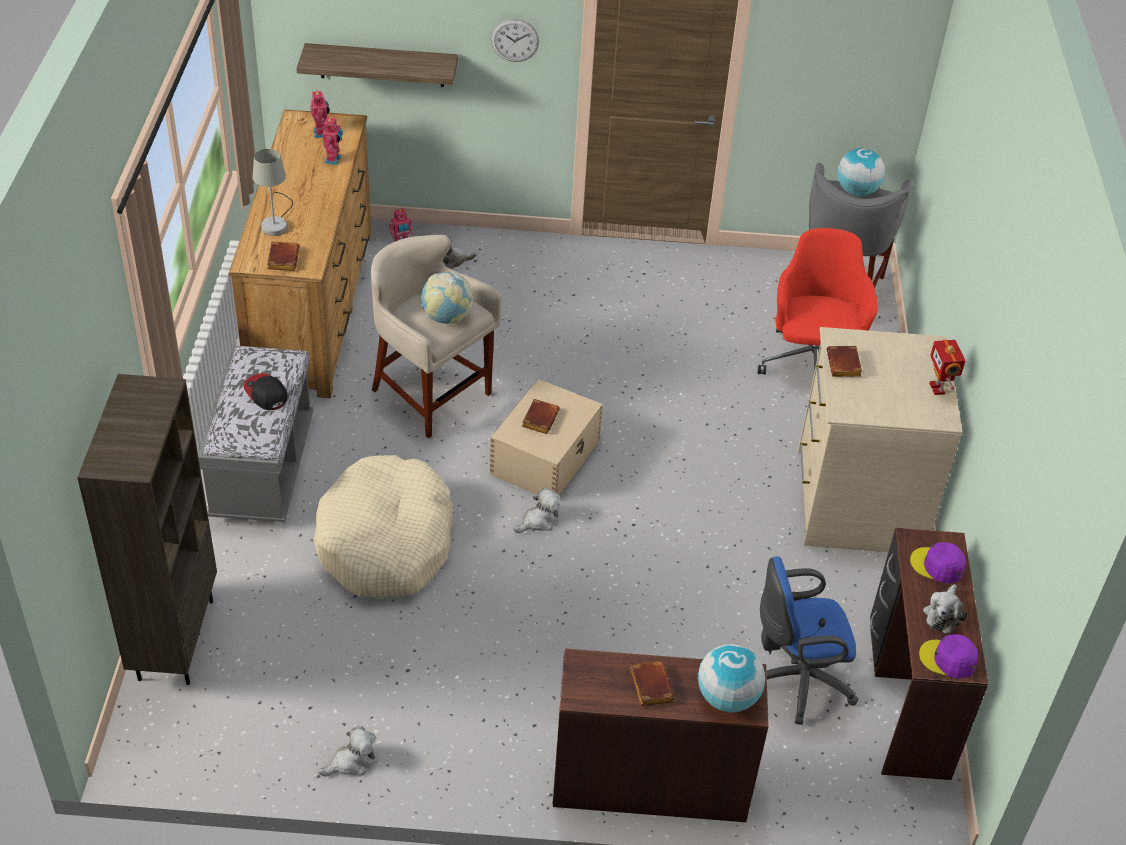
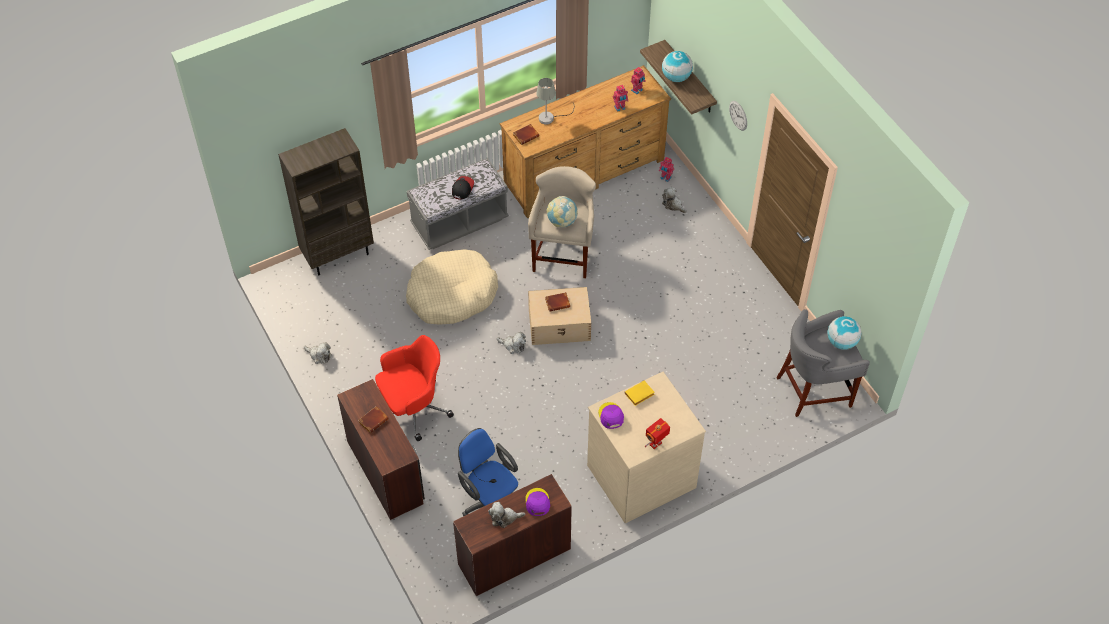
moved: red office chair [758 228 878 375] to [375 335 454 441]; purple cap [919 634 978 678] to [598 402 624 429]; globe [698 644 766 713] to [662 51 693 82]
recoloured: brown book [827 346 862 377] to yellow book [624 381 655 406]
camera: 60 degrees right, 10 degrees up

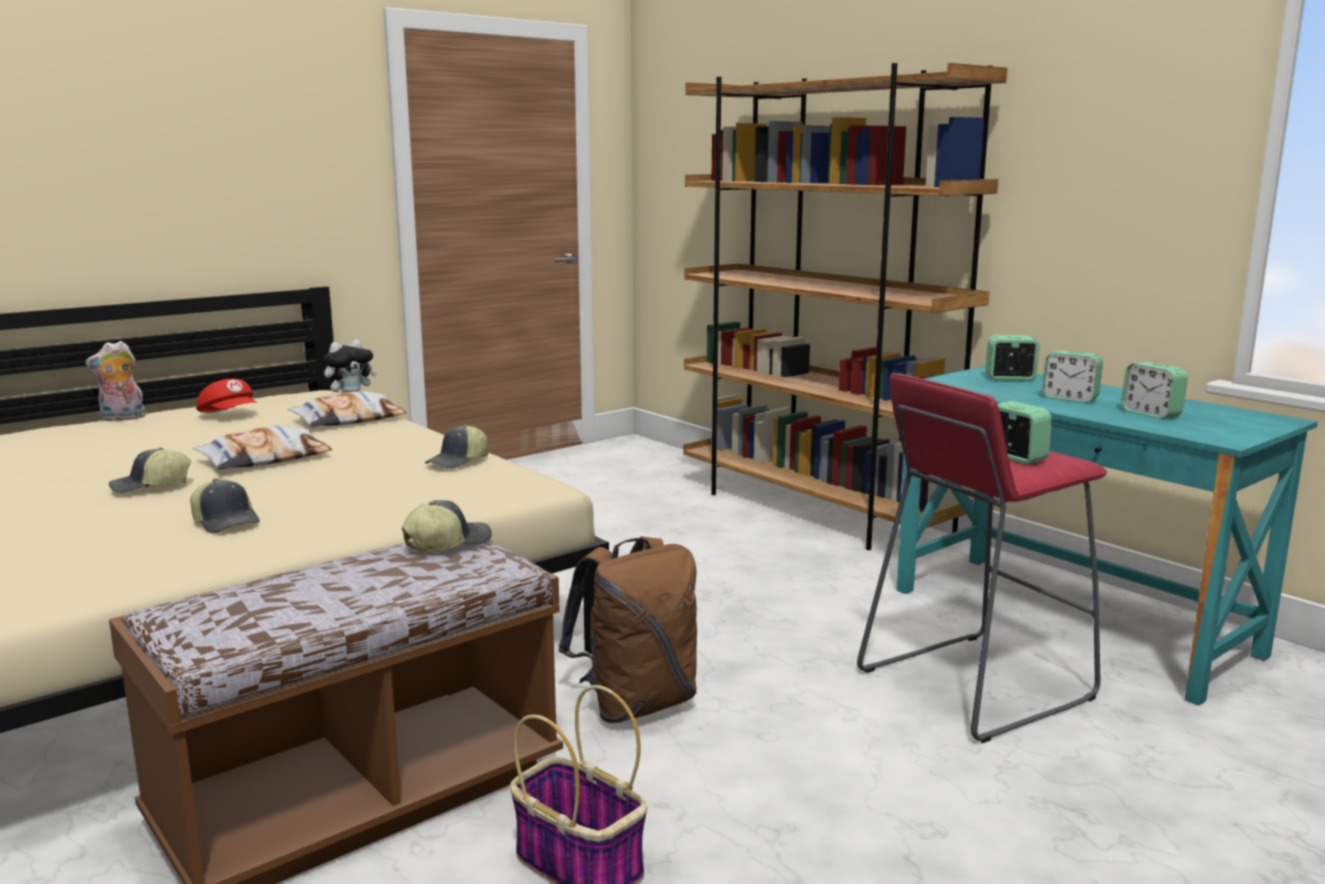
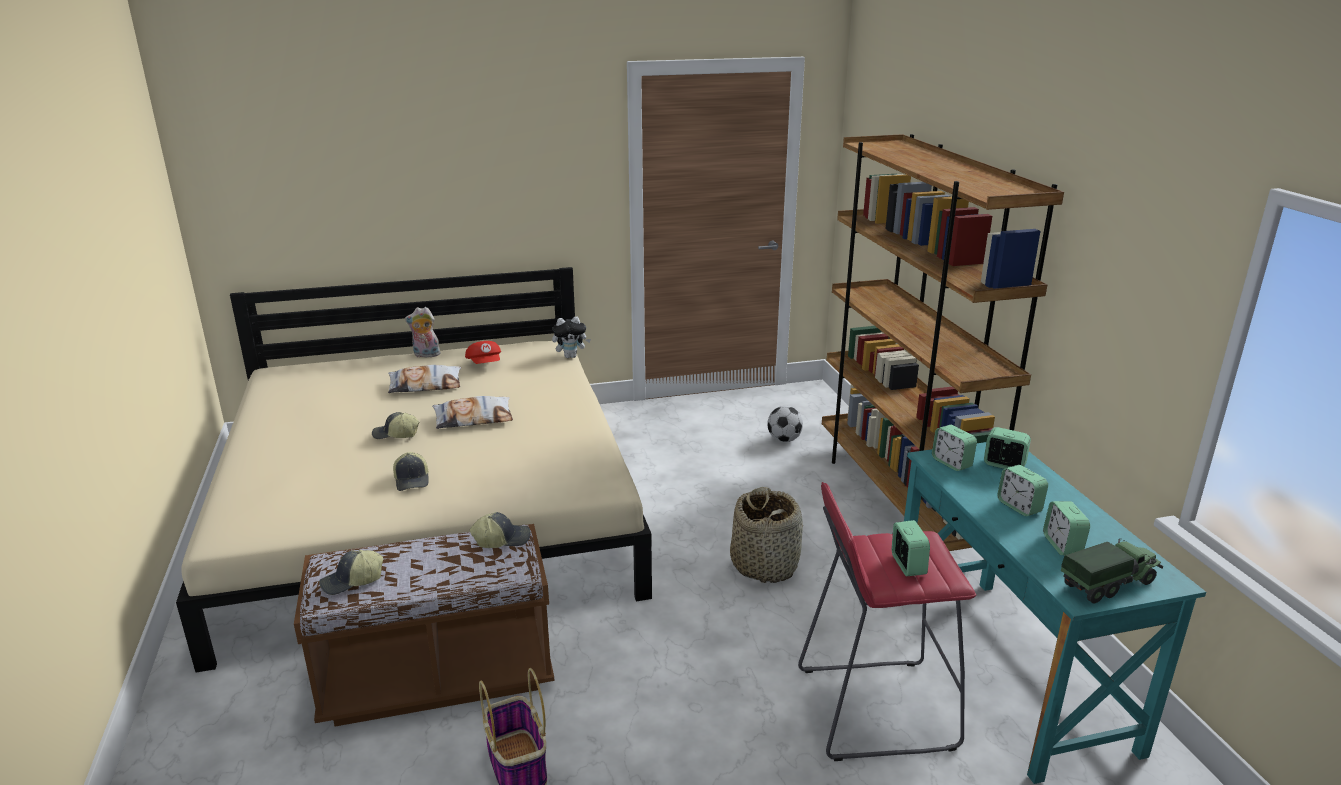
removed: brown backpack [558 536 697 723]
added: basket [730 487 803 583]; football [767 406 803 442]; alarm clock [932 425 977 471]; toy truck [1061 538 1163 603]
moved: cap [425 425 489 469] to [319 550 383 595]; pillow [288 391 407 427] to [388 365 461 393]
camera: 25 degrees right, 10 degrees up

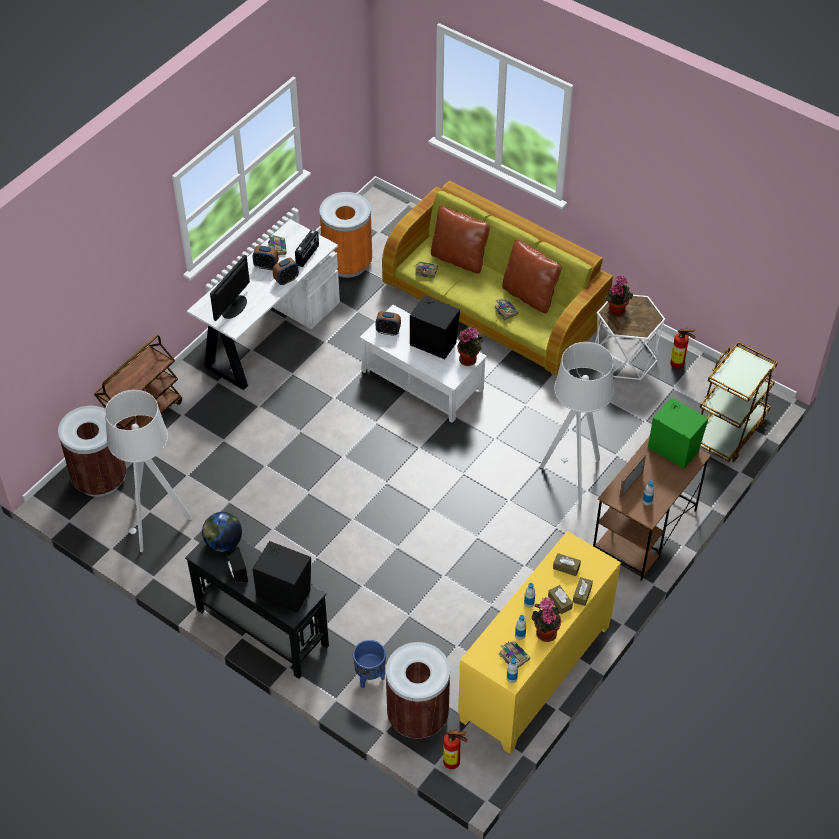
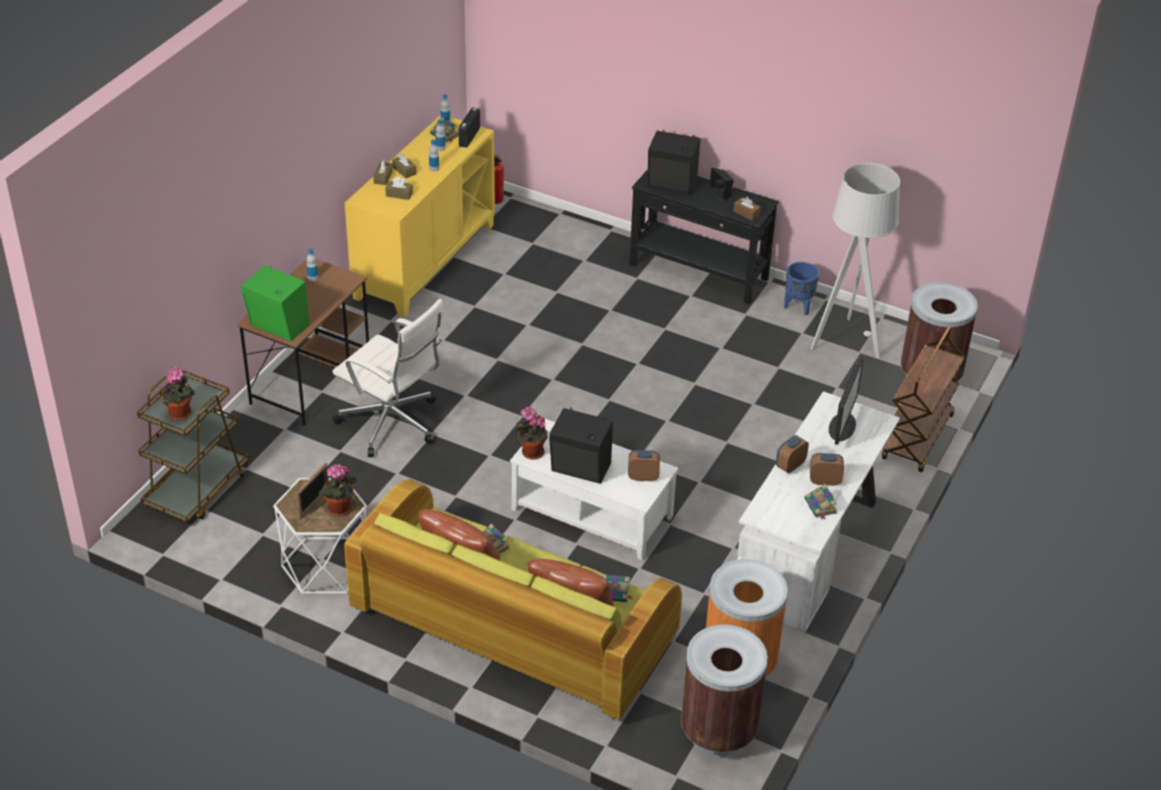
removed: fire extinguisher [670 327 695 369]
moved: potted plant [532 597 561 642] to [162 367 195 420]; picture frame [619 454 646 498] to [296 463 329 519]; radio [295 229 319 267] to [459 107 480 148]; brown trash can [386 642 450 739] to [681 625 768 756]; blue planter [353 640 386 688] to [784 262 819 315]
replaced: grey floor lamp [540 342 614 505] to white office chair [332 299 444 457]; globe [202 512 242 552] to brown tissue box [733 197 761 221]
camera: 170 degrees right, 10 degrees down

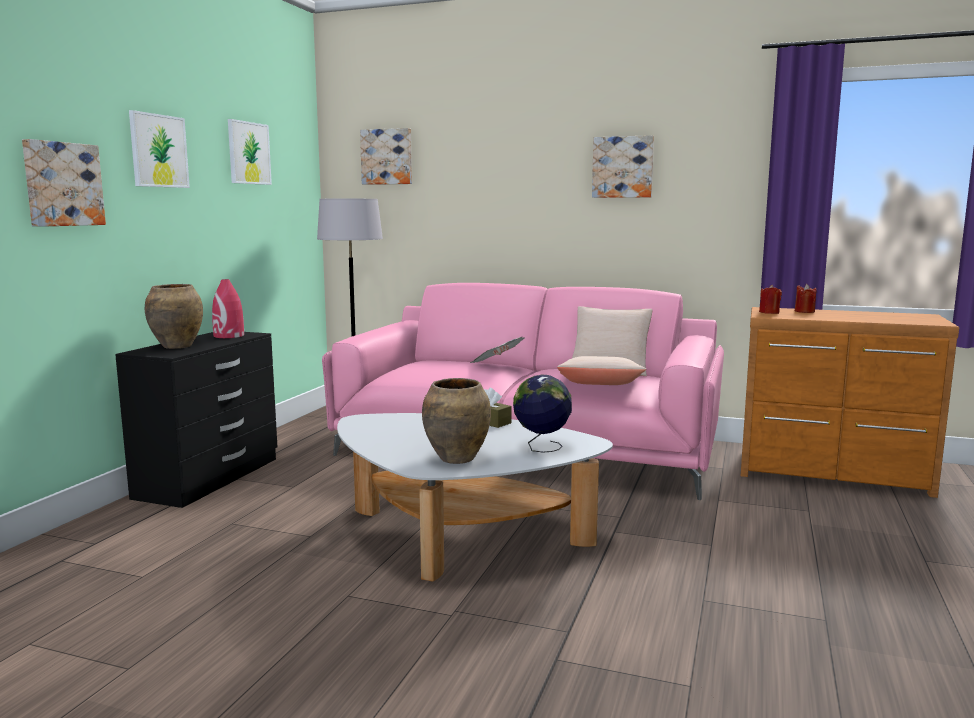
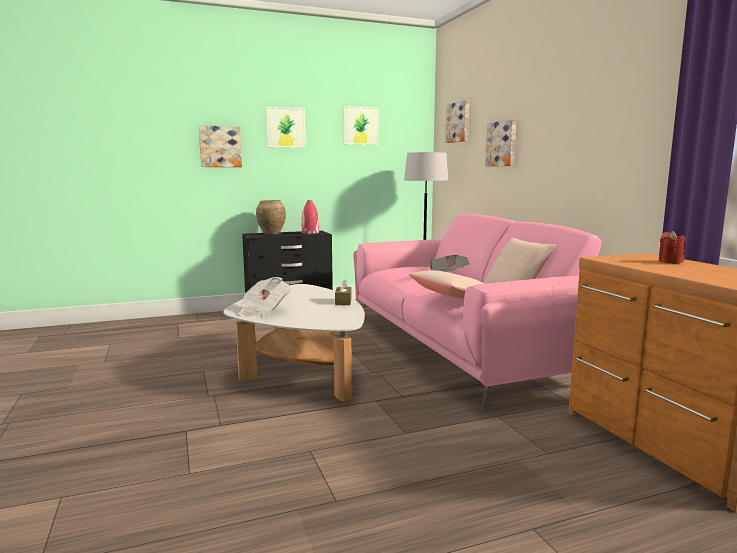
removed: globe [513 375 572 453]; red candle [759 285 782 314]
moved: picture [592 135 654 198] to [485 120 516 166]
replaced: brown vase [422 378 491 464] to newspaper [239 277 290 317]
camera: 50 degrees right, 0 degrees up

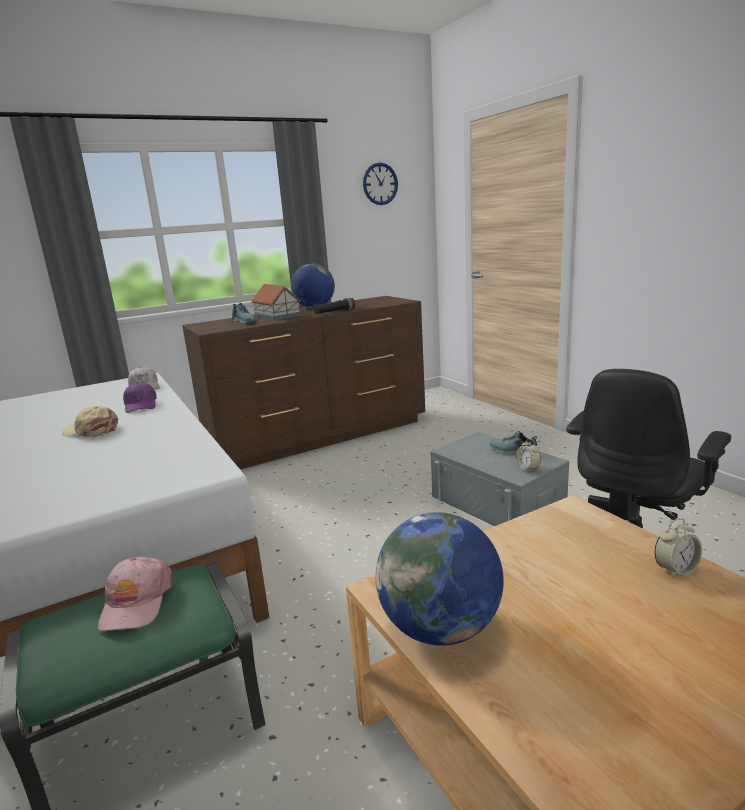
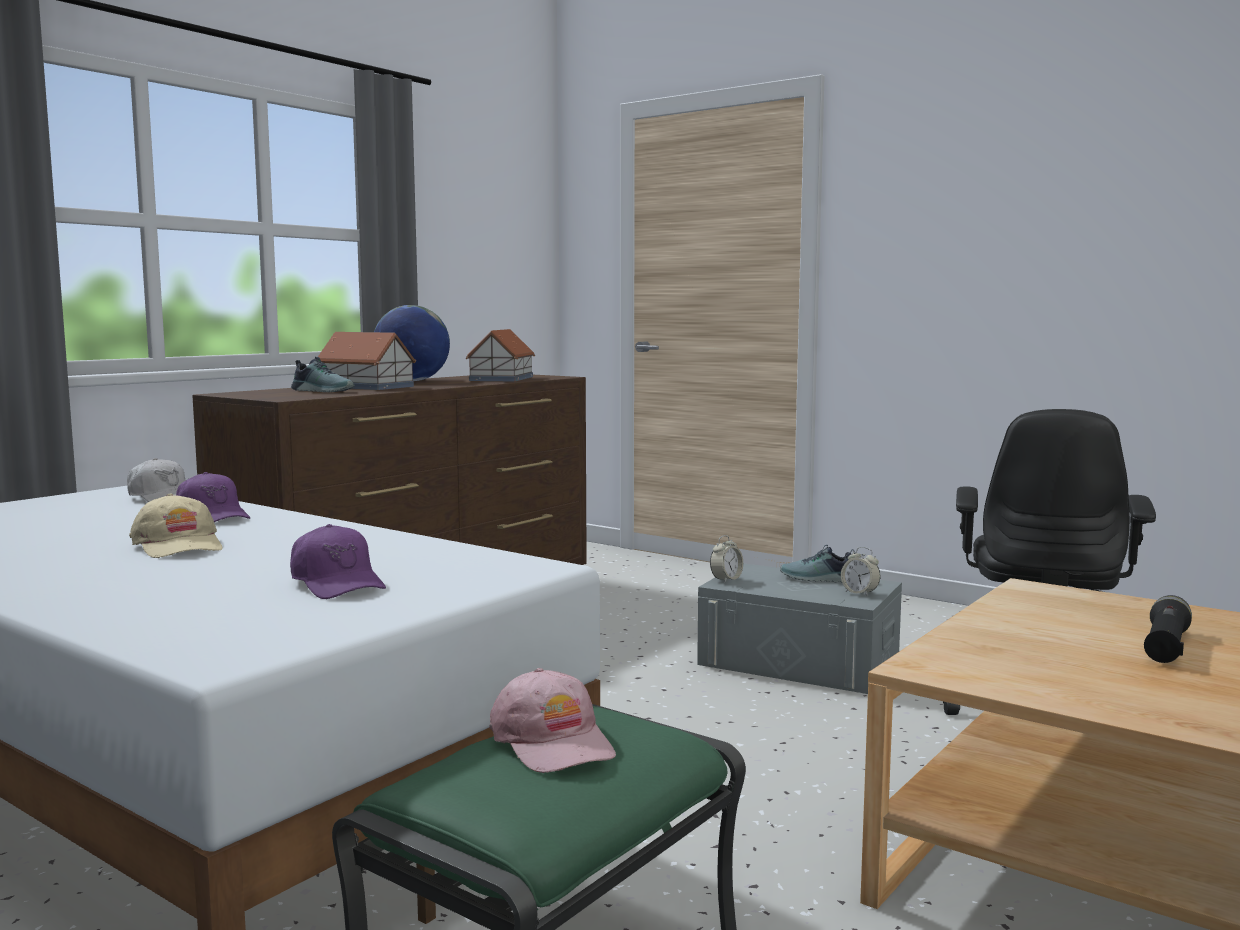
removed: wall clock [363 162 398 205]; globe [375 512 504 646]
added: purple cap [290 524 386 599]; toy house [466 329 535 382]
moved: alarm clock [654 518 702 579] to [710 535 743 583]; black flashlight [313 298 355 315] to [1144 595 1192 663]
turned: beige cap [62 406 118 437] = [129 493 223 558] 120 degrees counterclockwise
camera: 25 degrees left, 10 degrees down

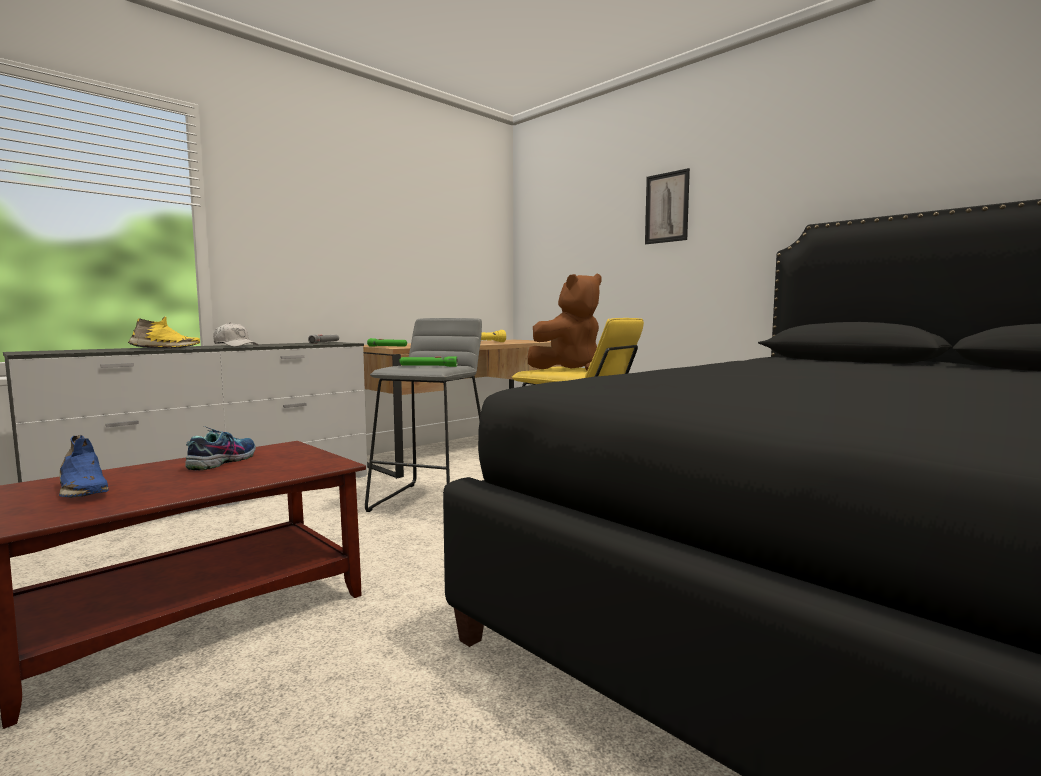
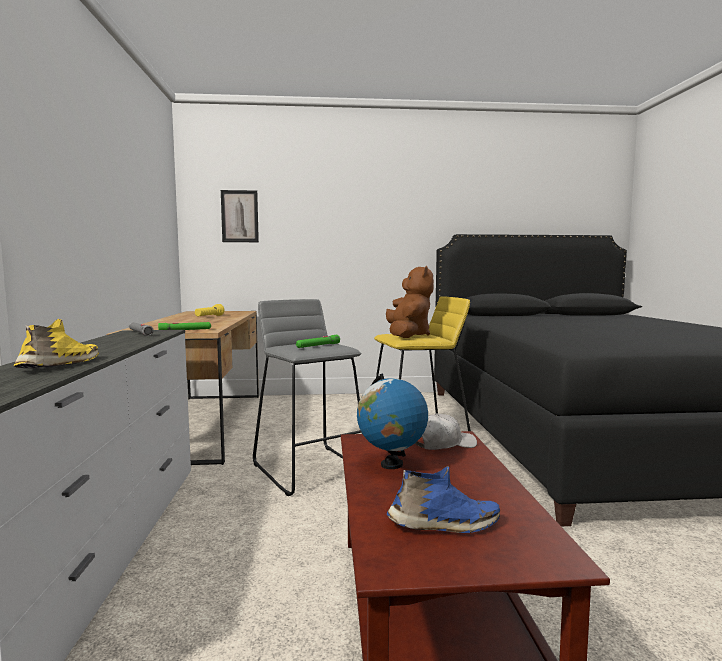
moved: picture [645 168 690 244] to [221 190 259 242]; white cap [213 323 259 347] to [415 413 477 450]
replaced: shoe [185 426 256 470] to globe [357 373 428 469]
camera: 50 degrees left, 0 degrees up

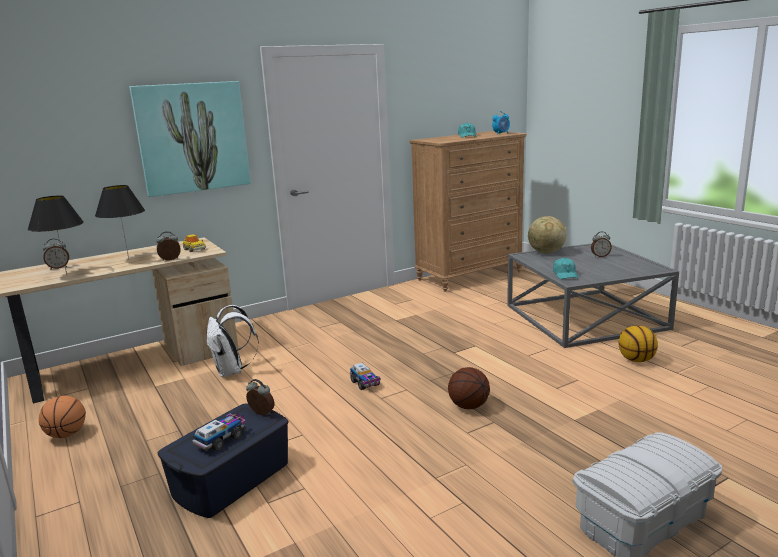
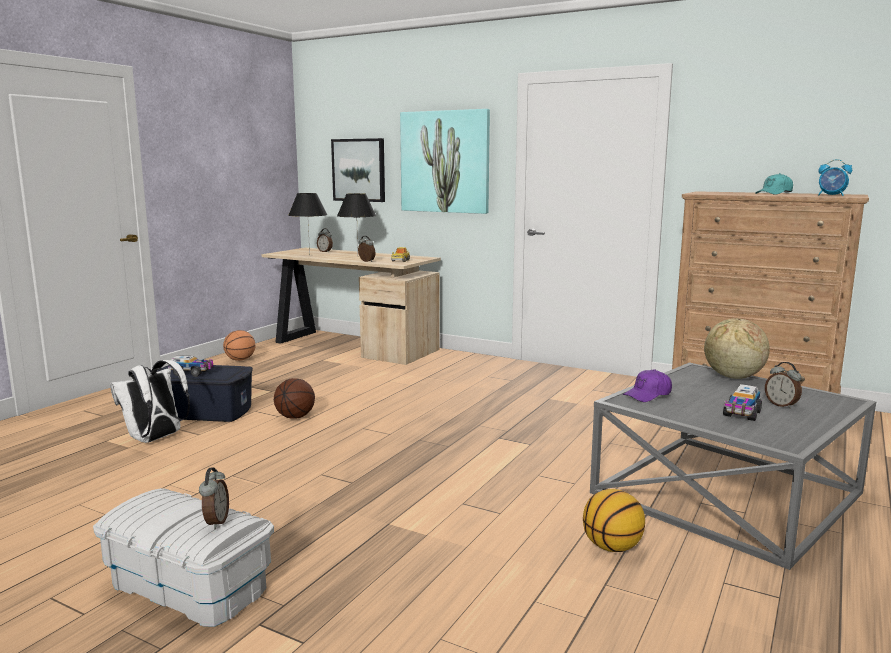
added: picture [331 138 385 202]
moved: white backpack [207 305 259 377] to [110 360 190 443]; alarm clock [246 379 275 415] to [199 467 229 529]; basketball [448 367 490 409] to [274 378 315 419]; toy truck [350 363 381 390] to [723 384 762 421]
recoloured: turquoise cap [553 258 578 279] to purple cap [623 369 672 402]
camera: 60 degrees right, 5 degrees down

